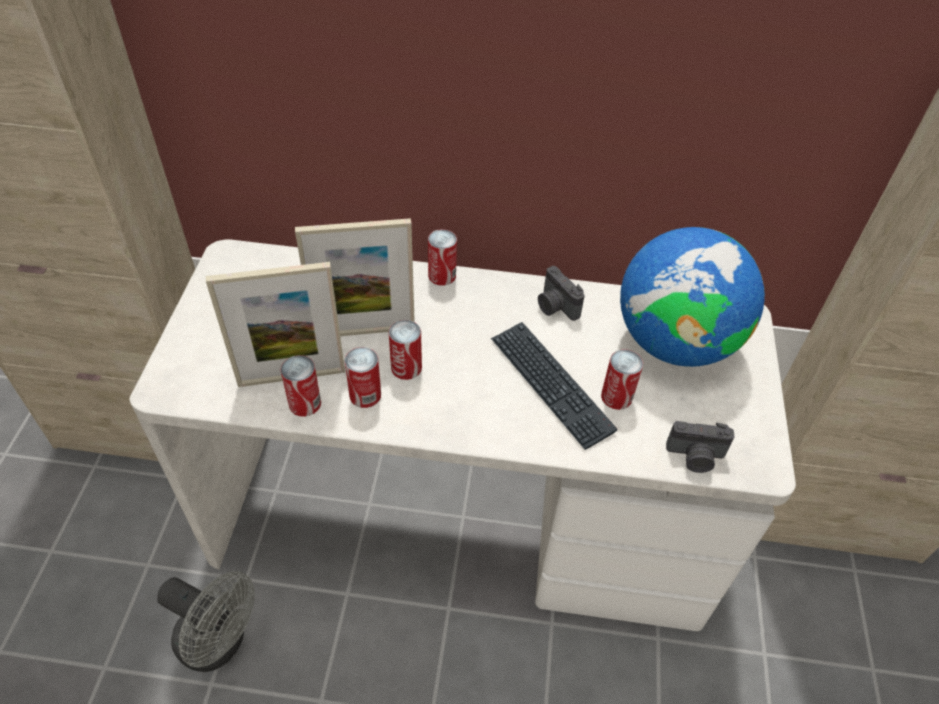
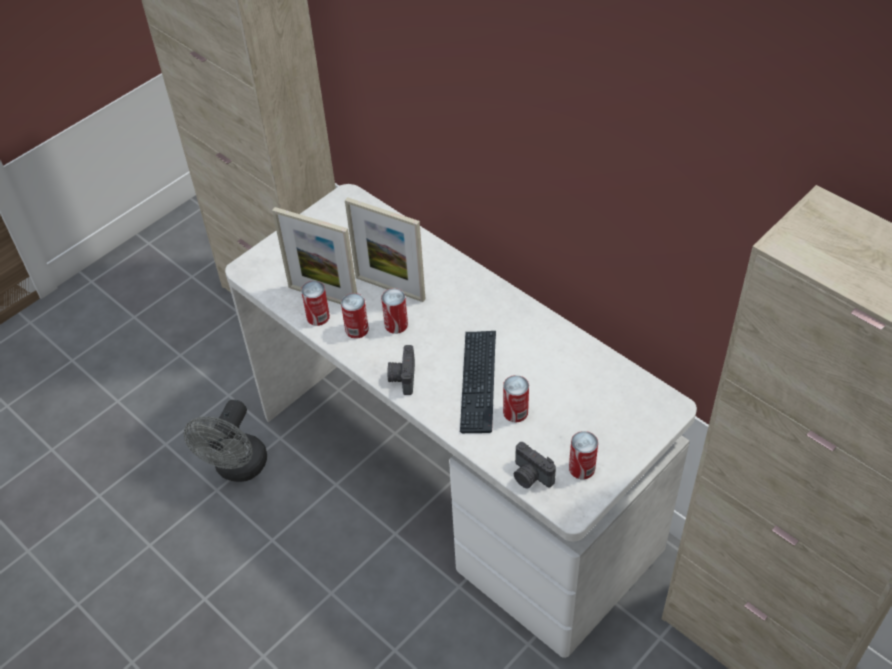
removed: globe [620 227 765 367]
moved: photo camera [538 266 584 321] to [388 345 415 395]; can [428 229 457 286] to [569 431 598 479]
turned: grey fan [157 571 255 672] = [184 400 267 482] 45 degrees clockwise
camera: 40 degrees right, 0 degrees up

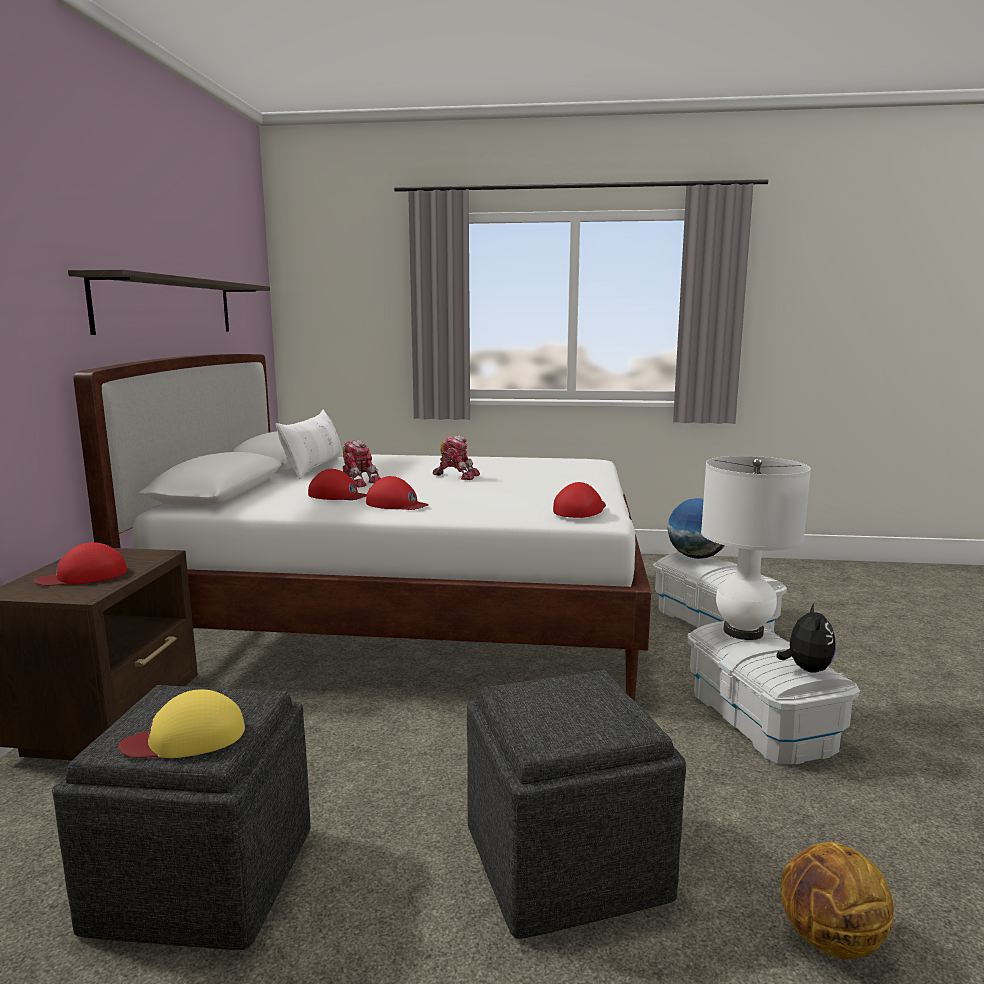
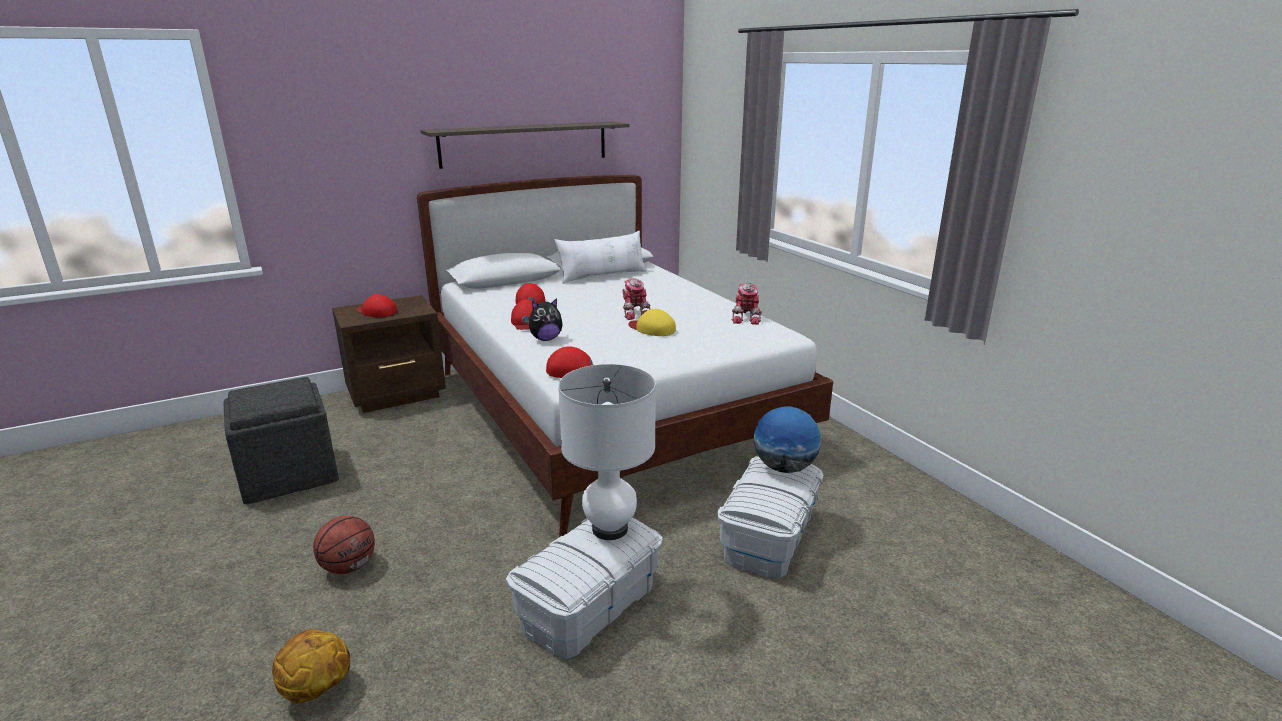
moved: plush toy [776 603 836 673] to [529 298 562 341]; yellow cap [118 689 245 758] to [628 309 676 336]; toy robot [343 440 381 487] to [732 283 762 325]
replaced: grey ottoman [467 670 686 939] to basketball [313 516 375 574]
camera: 55 degrees right, 10 degrees up

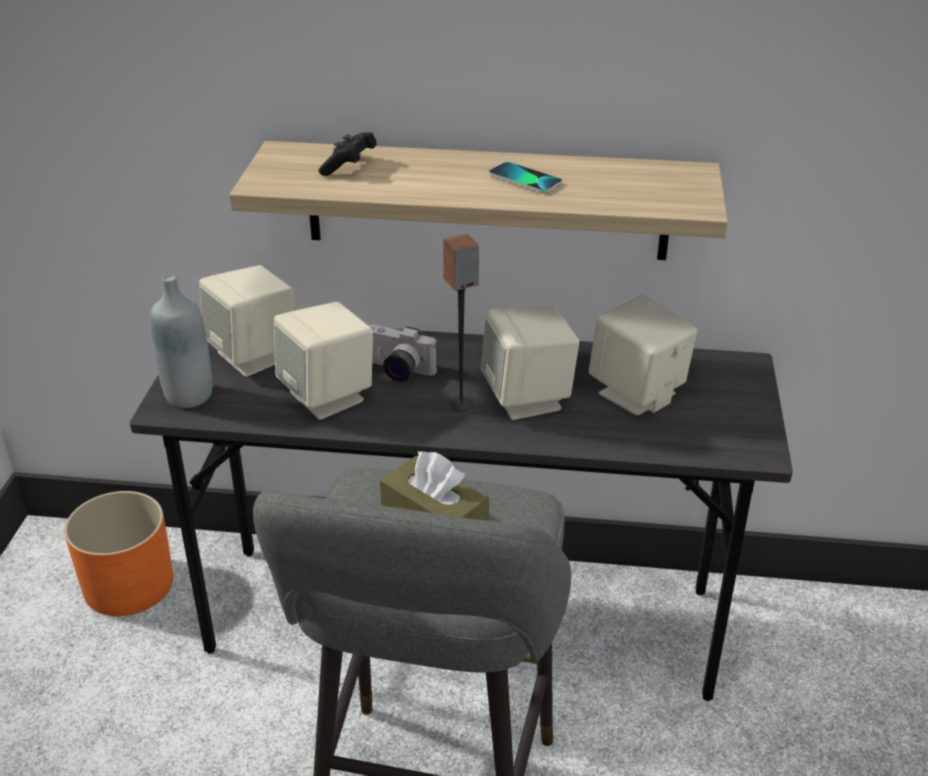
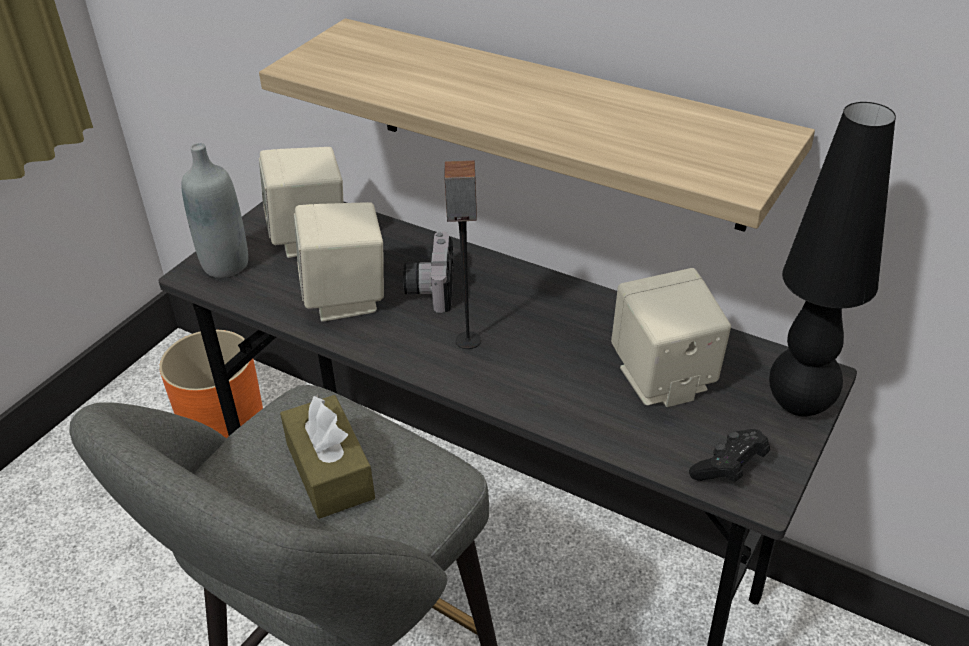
removed: beige speaker [481 307 579 420]; phone [489 162 562 193]
added: black table lamp [769 102 896 417]
moved: black game controller [318 132 377 176] to [689 429 770 482]
turned: photo camera [368 325 437 382] = [403 231 454 313] 45 degrees clockwise
camera: 25 degrees right, 5 degrees up

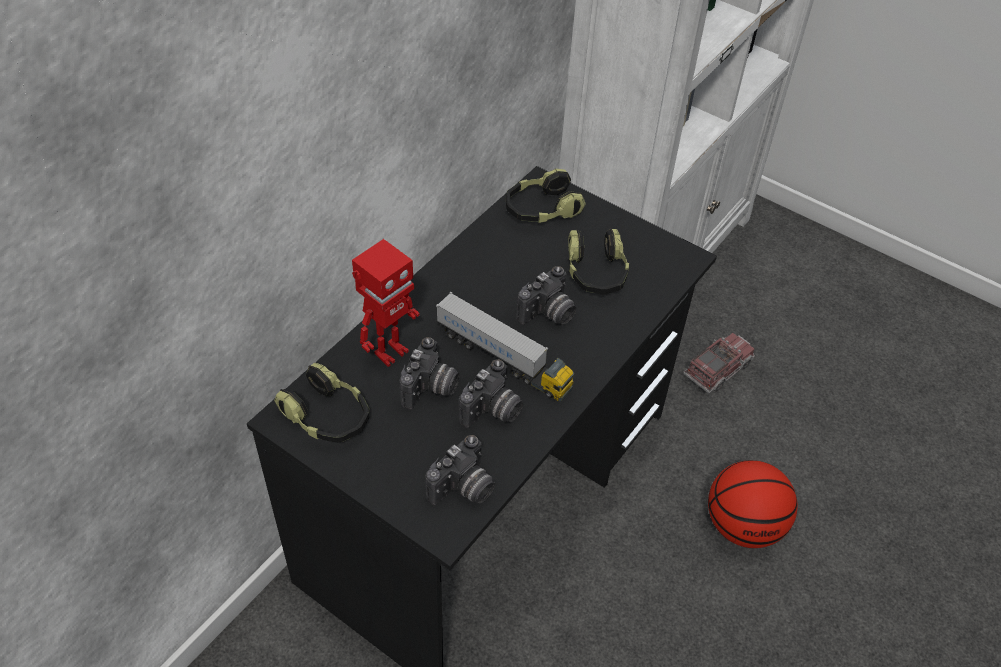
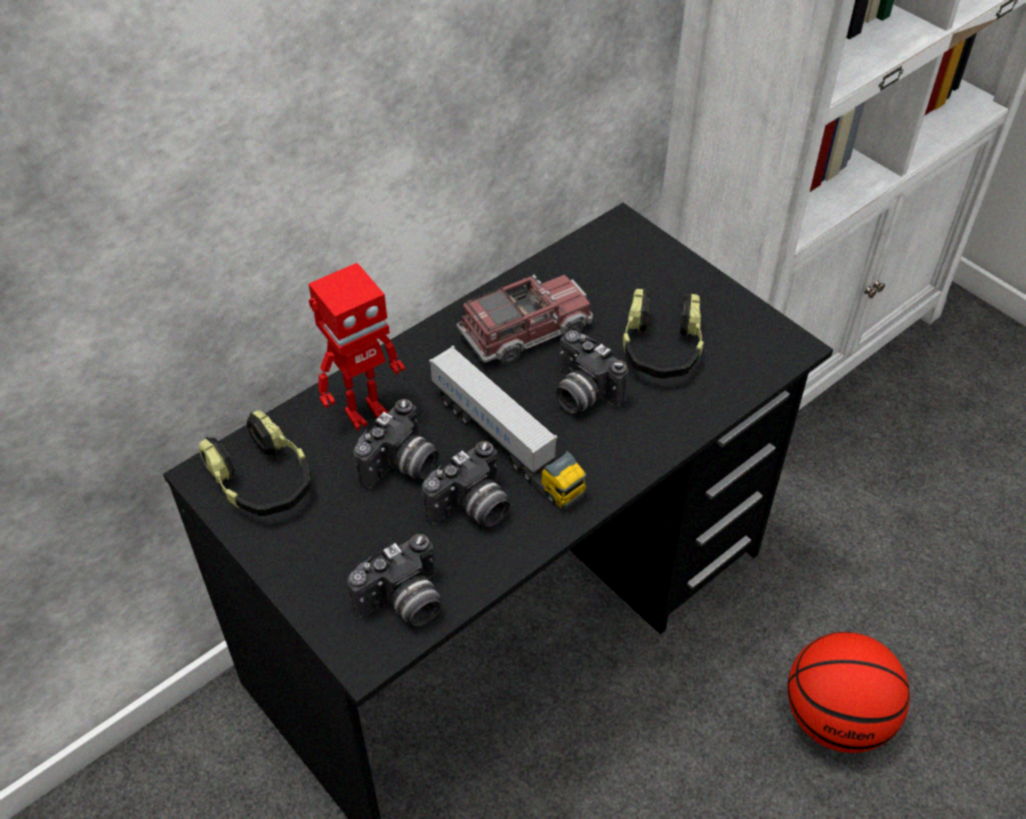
removed: headphones [506 169 586 223]
moved: toy truck [683 333 755 394] to [456 275 593 365]
turned: photo camera [516 266 577 325] = [556 330 628 413] 75 degrees clockwise
camera: 15 degrees right, 0 degrees up

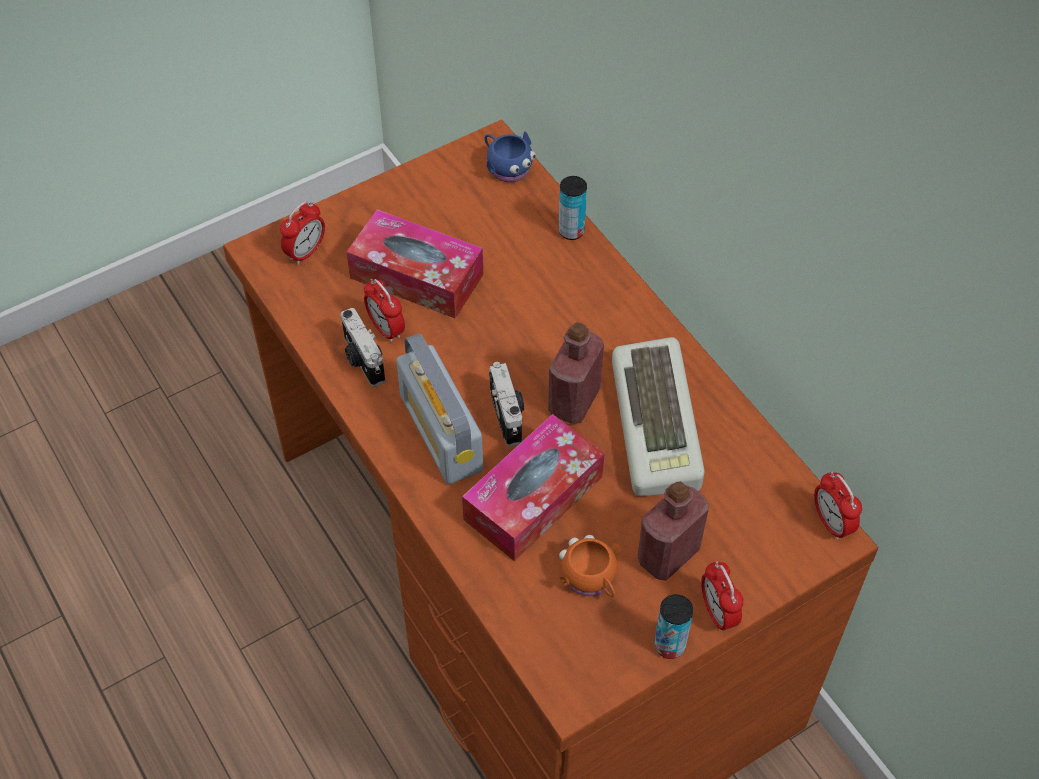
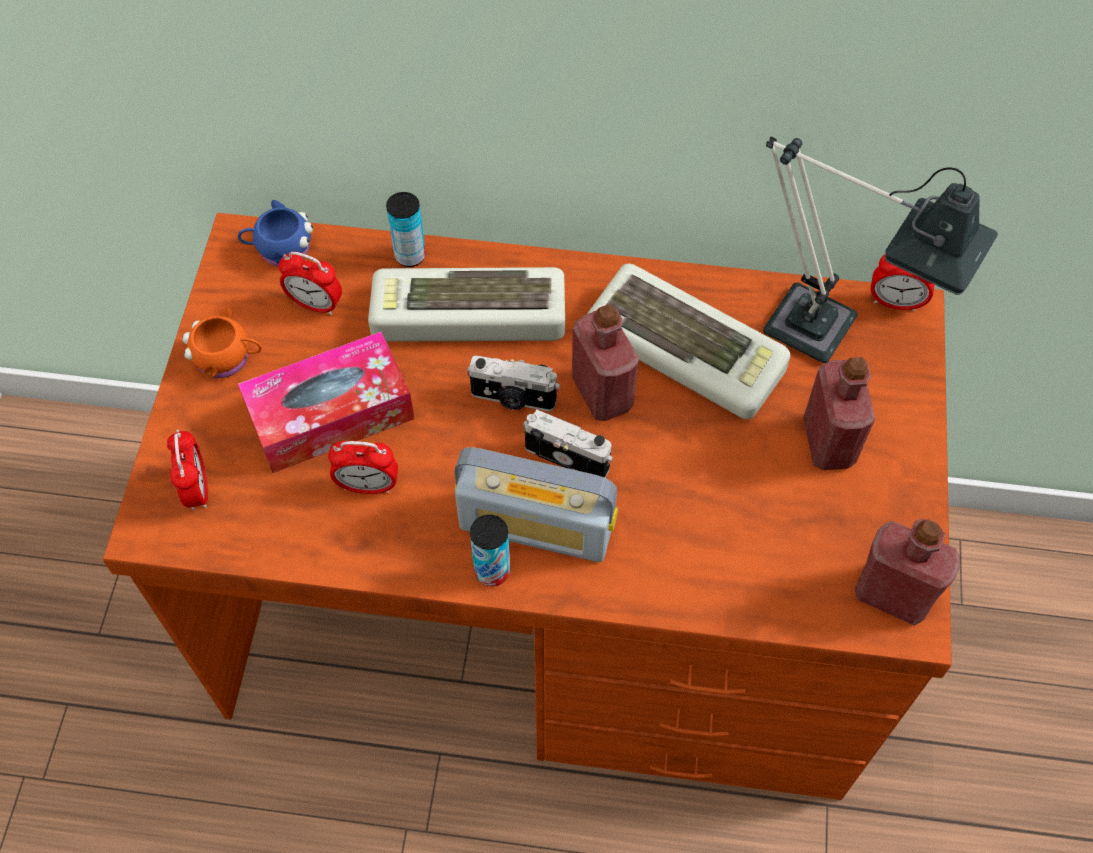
removed: tissue box [462 414 605 562]
added: keyboard [368 267 565 342]; table lamp [763 137 998 363]; red bottle [855 519 960 626]
moved: orange mug [559 535 621 597] to [182 307 262 378]; alarm clock [701 562 744 631] to [279 252 342 315]; photo camera [340 308 385 387] to [467 355 560 412]; can [654 594 693 659] to [470 515 510 586]
camera: 50 degrees left, 5 degrees up

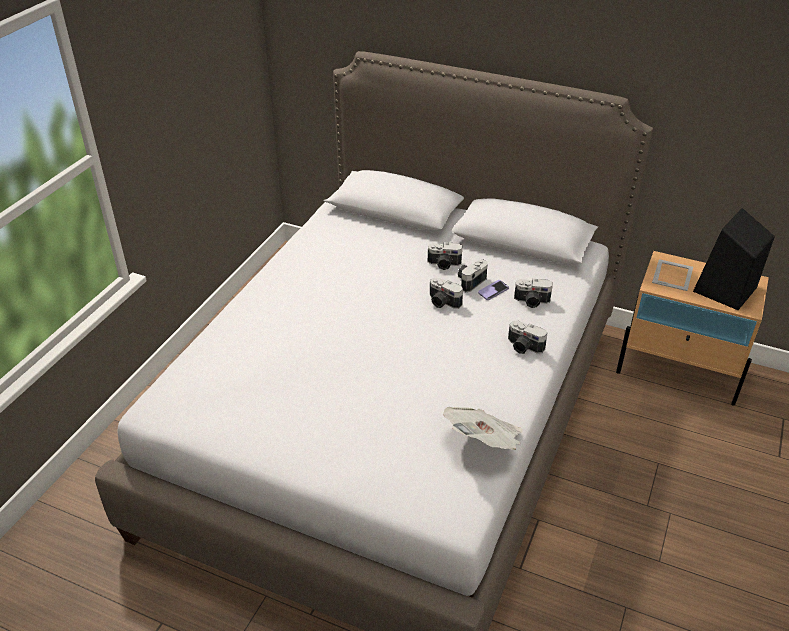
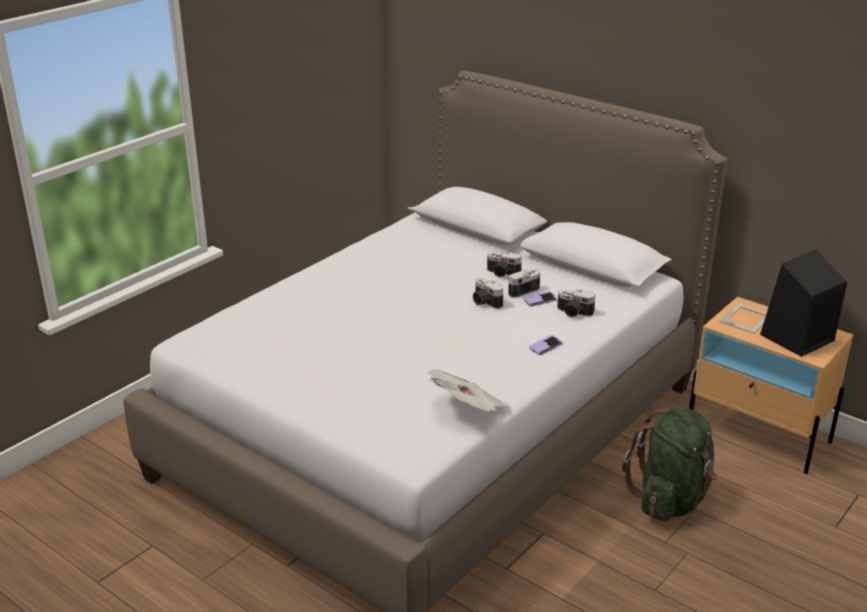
added: green backpack [622 406 718 521]
replaced: photo camera [508 321 547 354] to phone [529 335 563 355]
camera: 15 degrees right, 10 degrees down

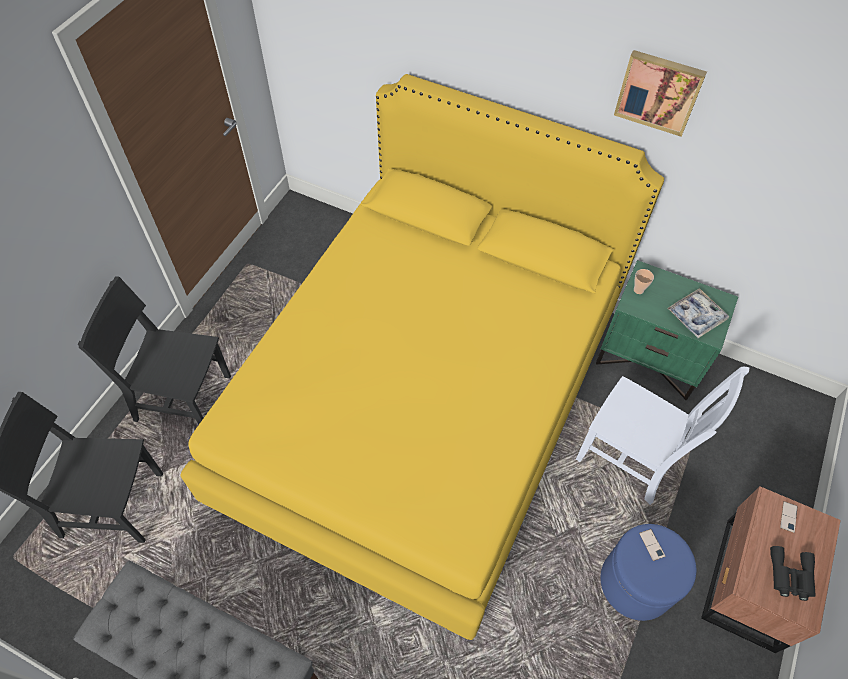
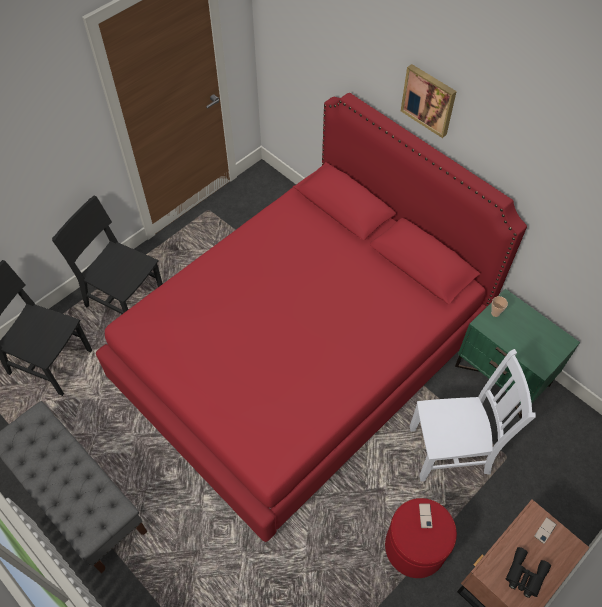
removed: tray [667 288 730 338]
moved: picture [614 50 707 136] to [401 64 457 138]
recoloured: yellow bed [180 74 664 640] to red bed [96 93 527 542]; blue ottoman [601 524 696 621] to red ottoman [385 498 457 578]
turned: white chair [576 367 749 505] = [410 349 536 482] 60 degrees counterclockwise
camera: 20 degrees right, 0 degrees up

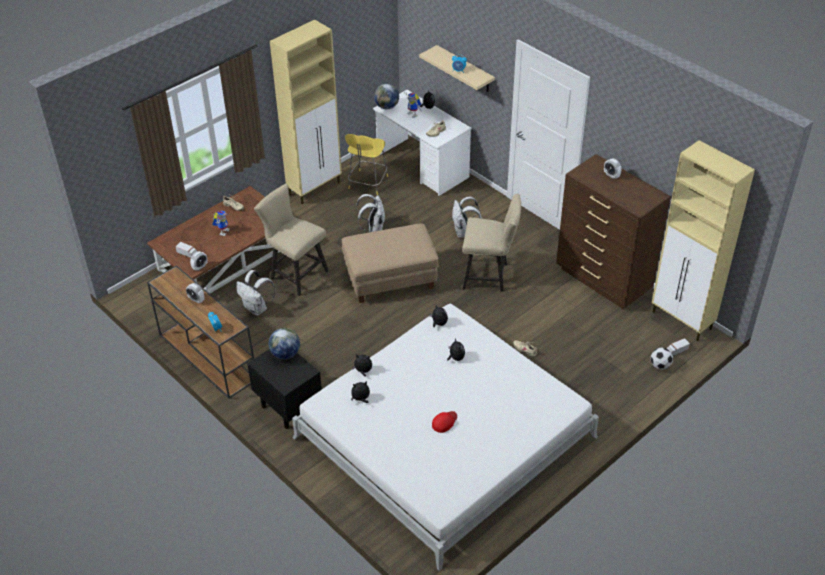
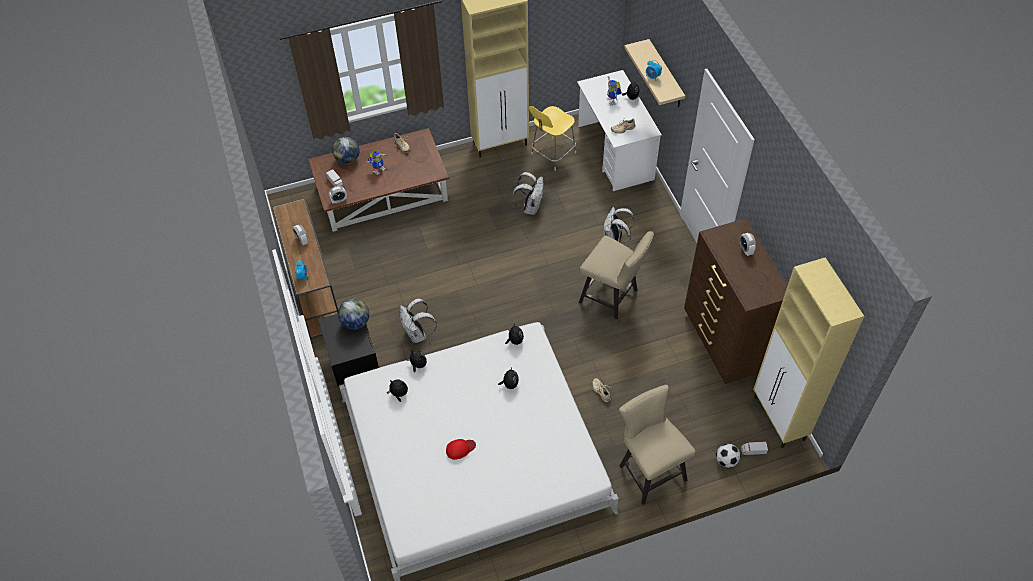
removed: beige ottoman [342 223 439 303]
moved: globe [374 84 399 109] to [332 137 360 164]; white backpack [236 270 275 316] to [400 298 437 343]; beige chair [254 184 329 296] to [619 385 696 505]
camera: 25 degrees right, 10 degrees up

